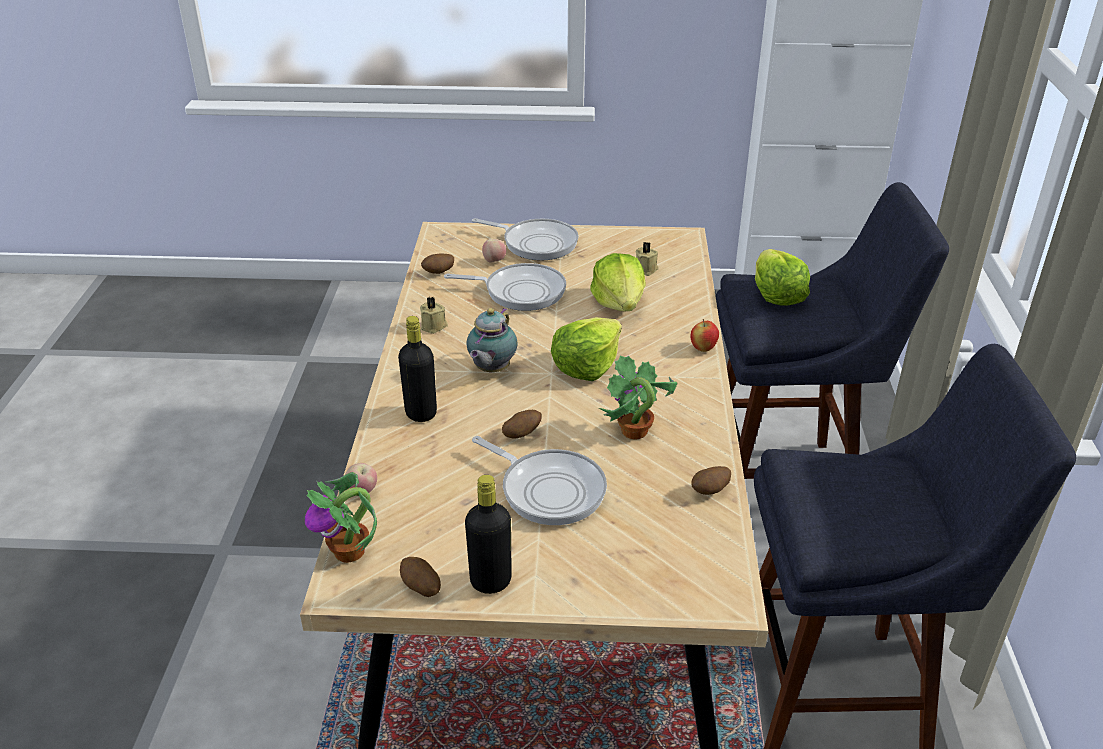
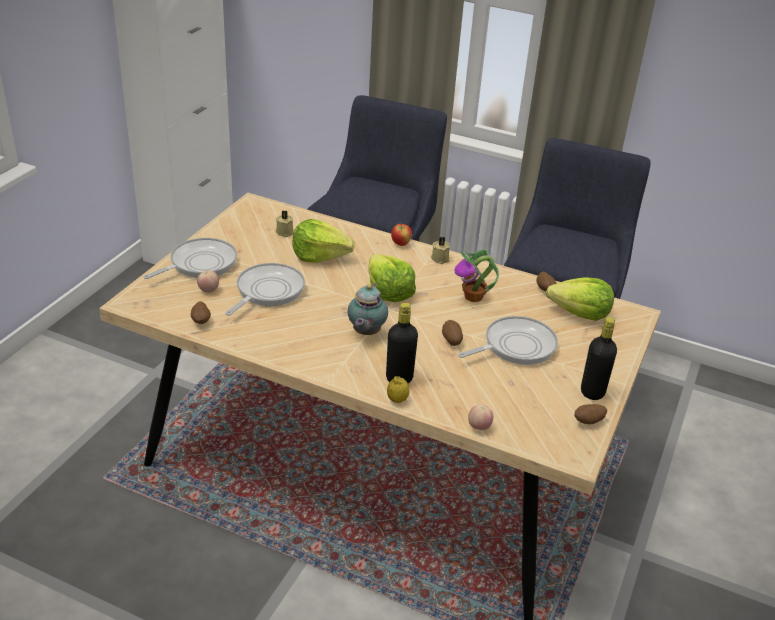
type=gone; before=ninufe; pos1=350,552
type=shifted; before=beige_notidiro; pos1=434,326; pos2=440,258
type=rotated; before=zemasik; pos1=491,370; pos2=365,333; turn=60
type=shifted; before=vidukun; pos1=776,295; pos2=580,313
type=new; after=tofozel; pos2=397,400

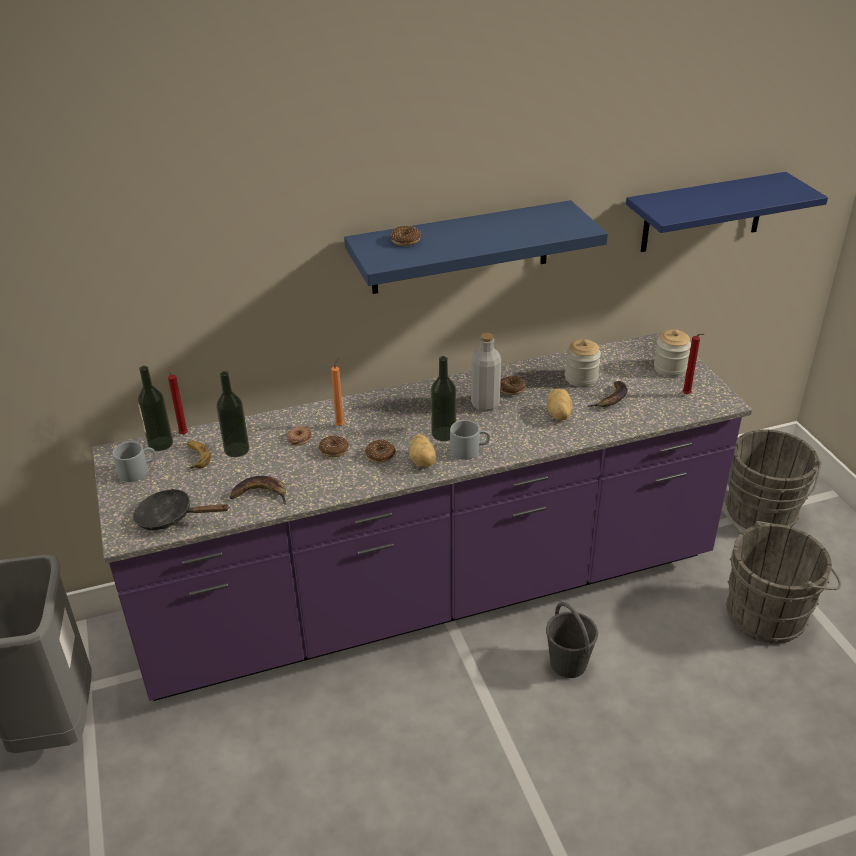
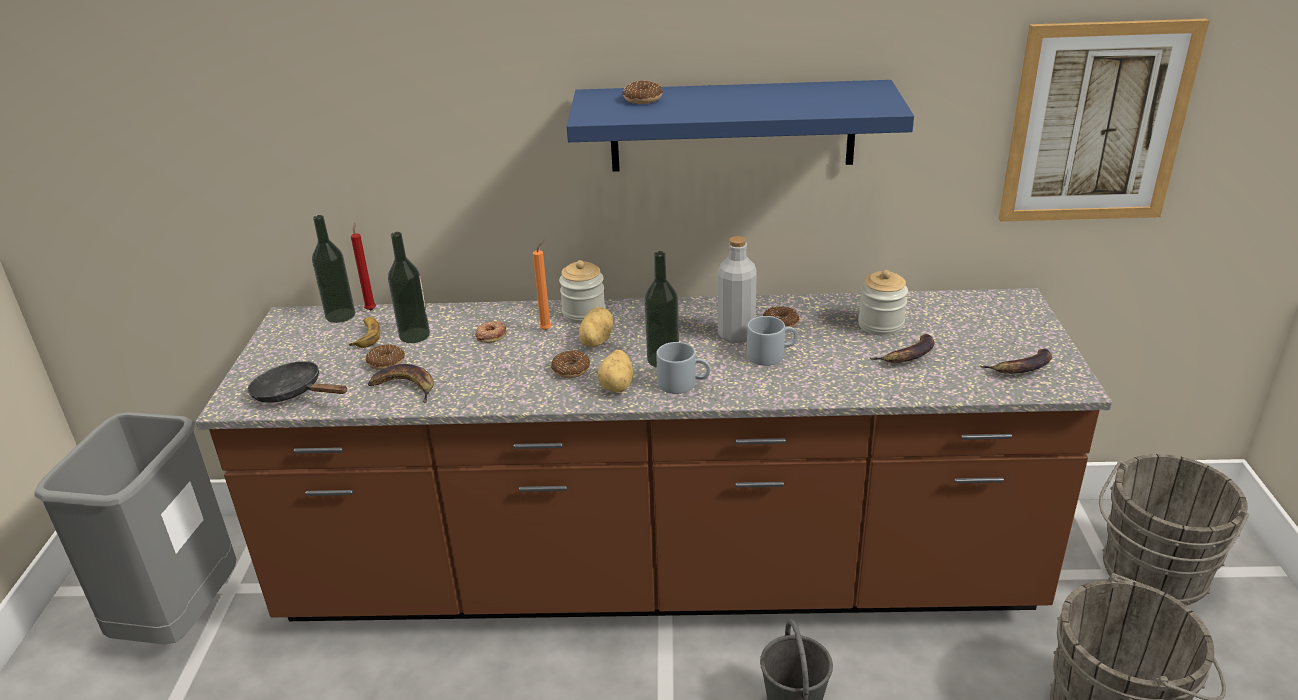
type=repainted; before=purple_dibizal; after=brown_dibizal; pos1=431,593; pos2=658,576
type=shifted; before=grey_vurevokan; pos1=138,470; pos2=771,354
type=shifted; before=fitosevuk; pos1=334,450; pos2=386,363
type=shifted; before=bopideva; pos1=558,415; pos2=595,341
type=swapped; before=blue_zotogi; after=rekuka; pos1=703,213; pos2=1096,124
type=shifted; before=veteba; pos1=670,368; pos2=584,313
type=swapped; before=red_notidiro; after=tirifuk; pos1=687,395; pos2=1021,368

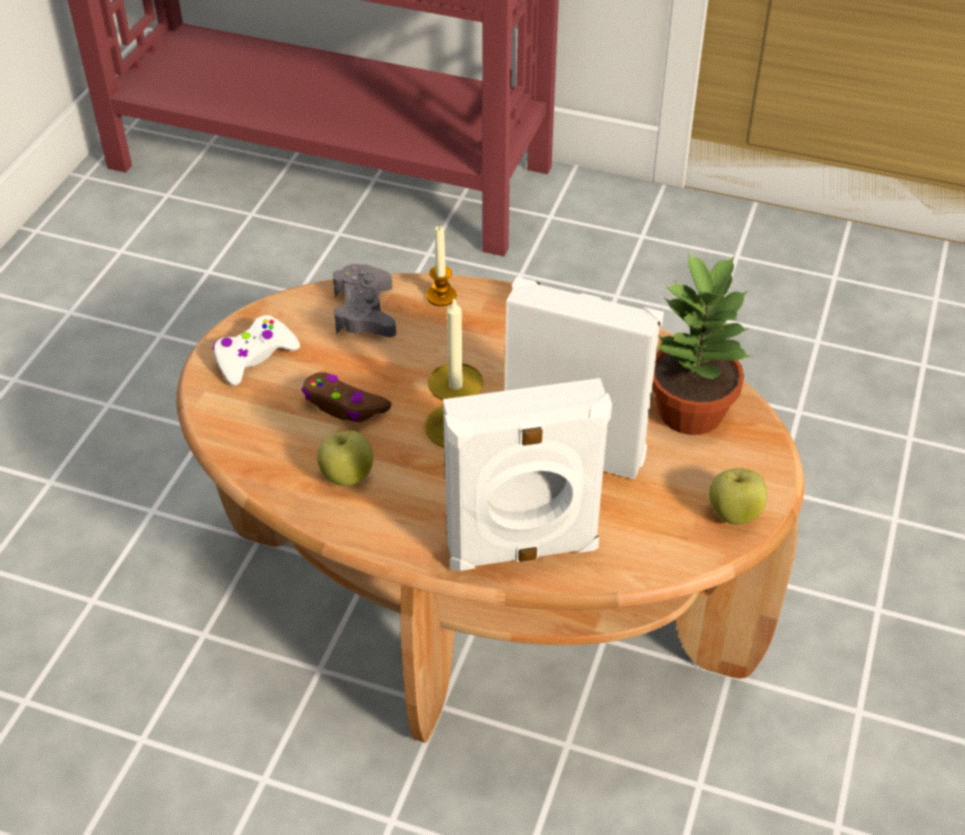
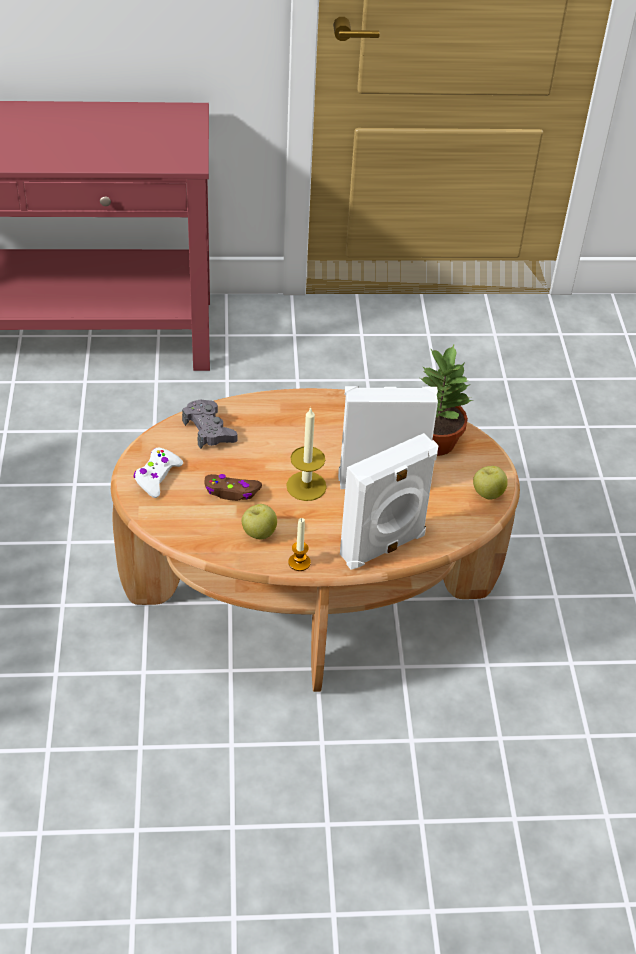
type=shifted; before=notidiro; pos1=441,296; pos2=299,562

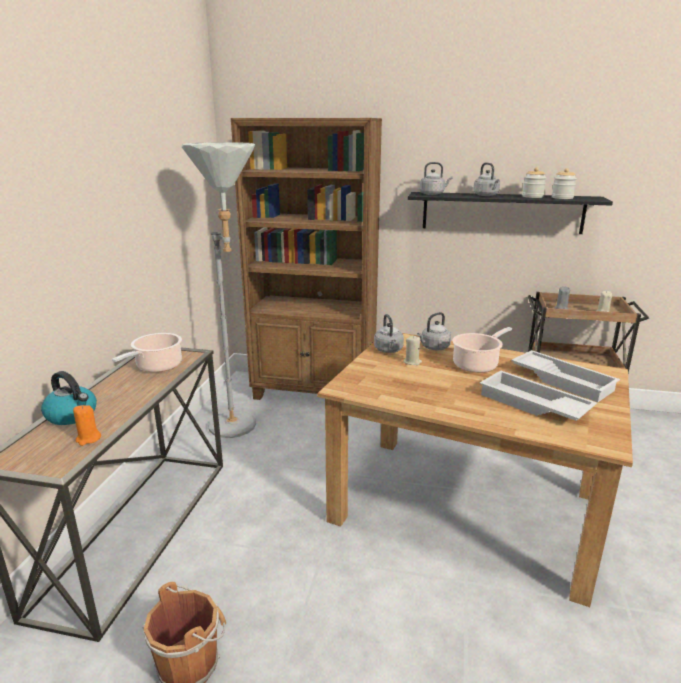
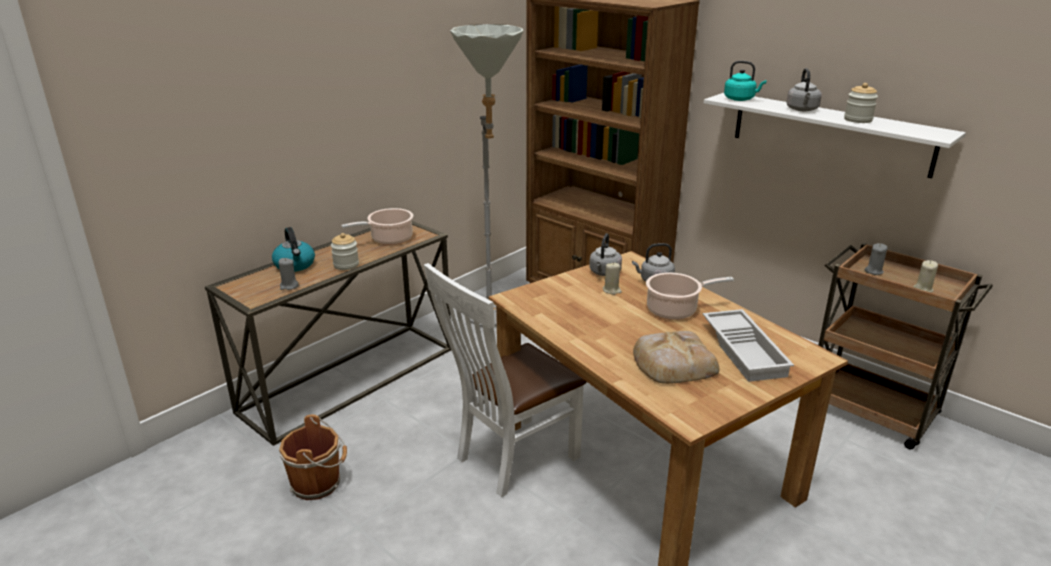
type=repainted; before=orange_notidiro; after=grey_notidiro; pos1=88,439; pos2=289,286
type=repainted; before=black_zotogi; after=white_zotogi; pos1=502,212; pos2=830,133
type=repainted; before=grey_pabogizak; after=turquoise_pabogizak; pos1=433,194; pos2=740,99
type=swapped; before=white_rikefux; after=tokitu; pos1=532,405; pos2=672,363
type=shifted; before=veteba; pos1=562,198; pos2=346,265
type=new; after=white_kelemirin; pos2=510,459

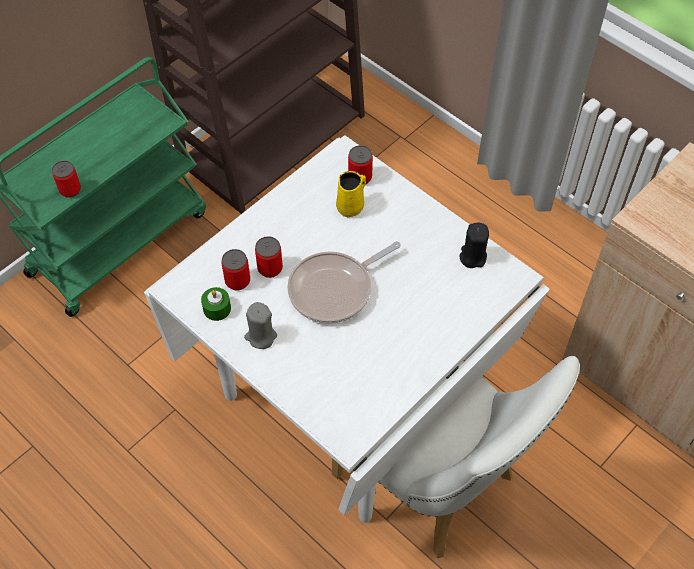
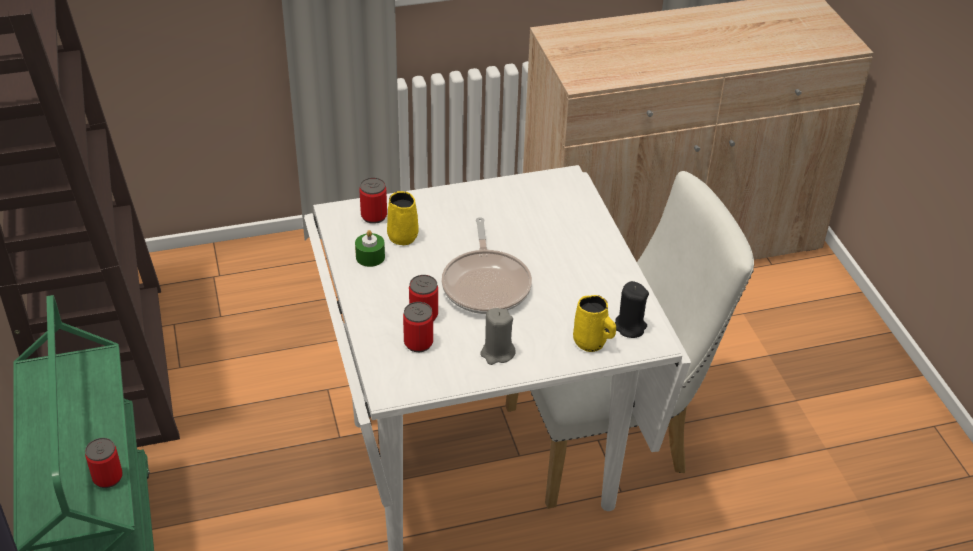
type=shifted; before=green_notidiro; pos1=217,308; pos2=370,257
type=shifted; before=black_notidiro; pos1=472,257; pos2=629,327
type=new; after=yellow_vurevokan; pos2=591,343

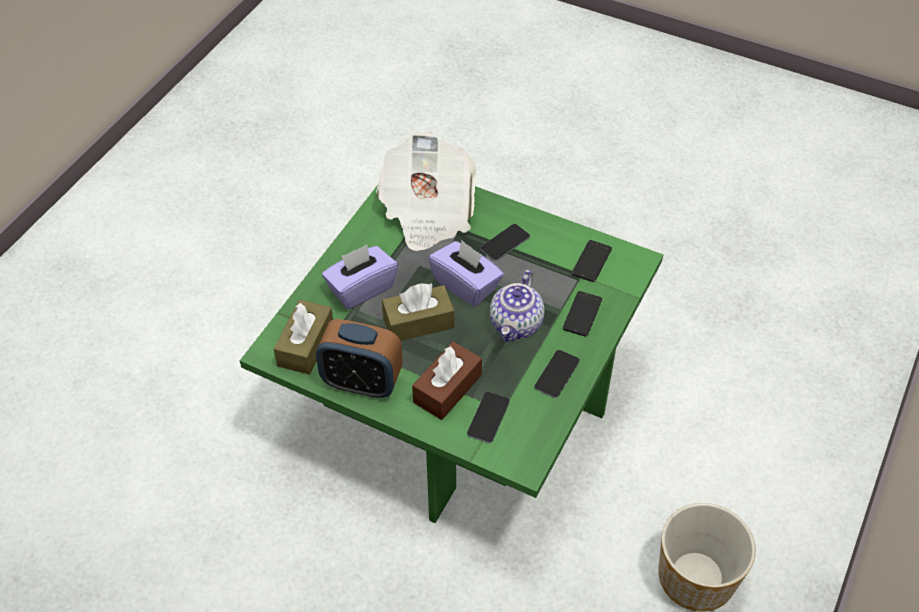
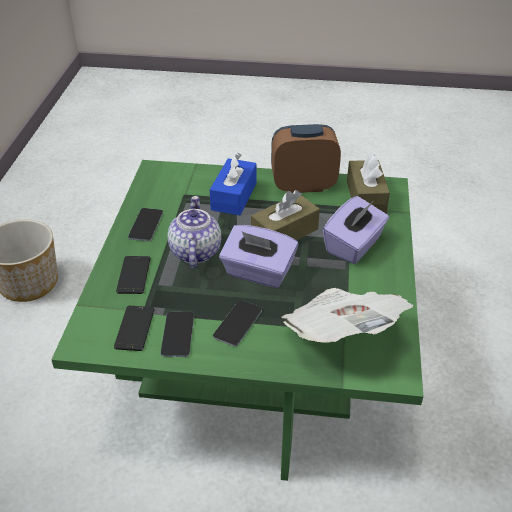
type=repainted; before=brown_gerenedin; after=blue_gerenedin; pos1=447,388; pos2=234,196
type=shifted; before=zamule; pos1=488,417; pos2=177,334

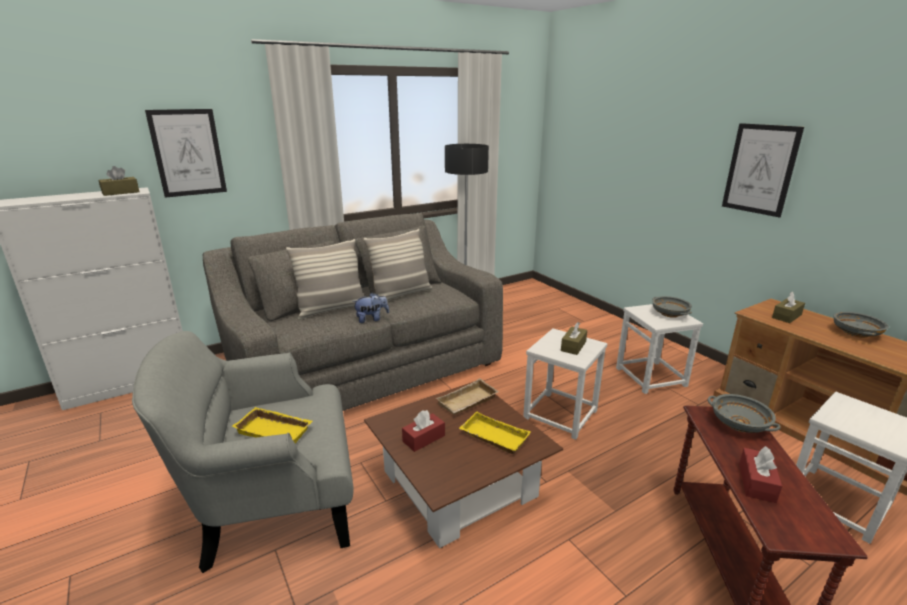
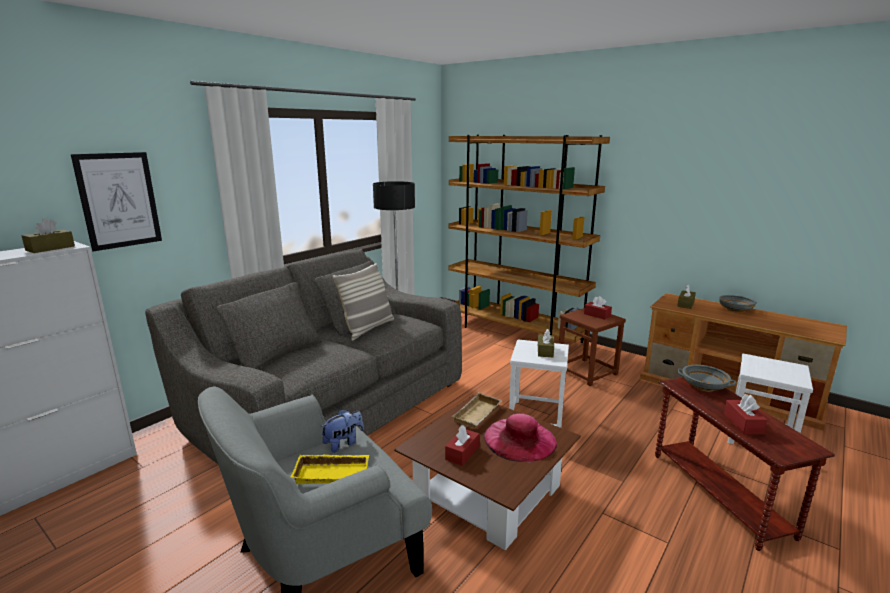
type=gone; before=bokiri; pos1=331,309
type=shifted; before=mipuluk; pos1=371,319; pos2=343,443
type=swapped; before=yellow_rikefux; after=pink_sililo; pos1=492,437; pos2=519,439
type=repainted; before=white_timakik; after=brown_timakik; pos1=651,377; pos2=587,372
type=swapped; before=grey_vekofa; after=red_gerenedin; pos1=669,314; pos2=597,315
type=gone; before=rekuka; pos1=760,169
type=new; after=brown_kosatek; pos2=515,333

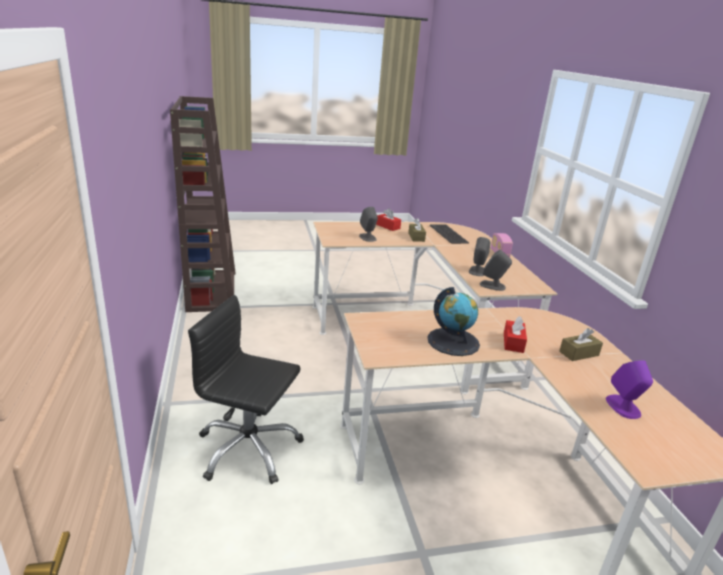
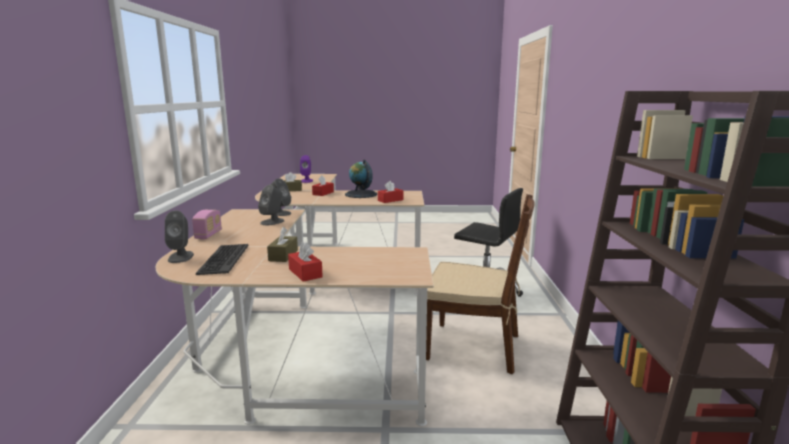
type=shifted; before=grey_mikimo; pos1=367,237; pos2=181,257
type=new; after=red_gerenedin; pos2=390,200
type=new; after=brown_kelemirin; pos2=474,347

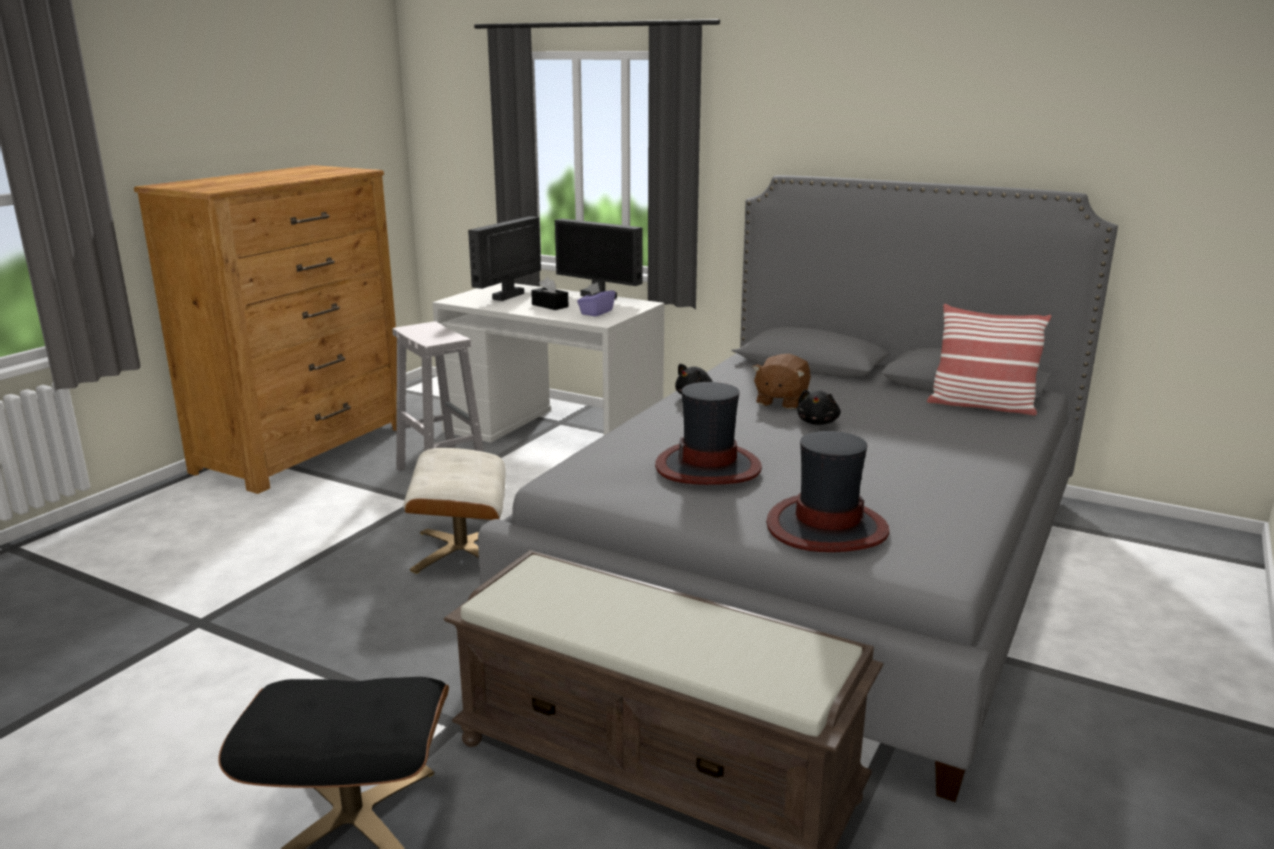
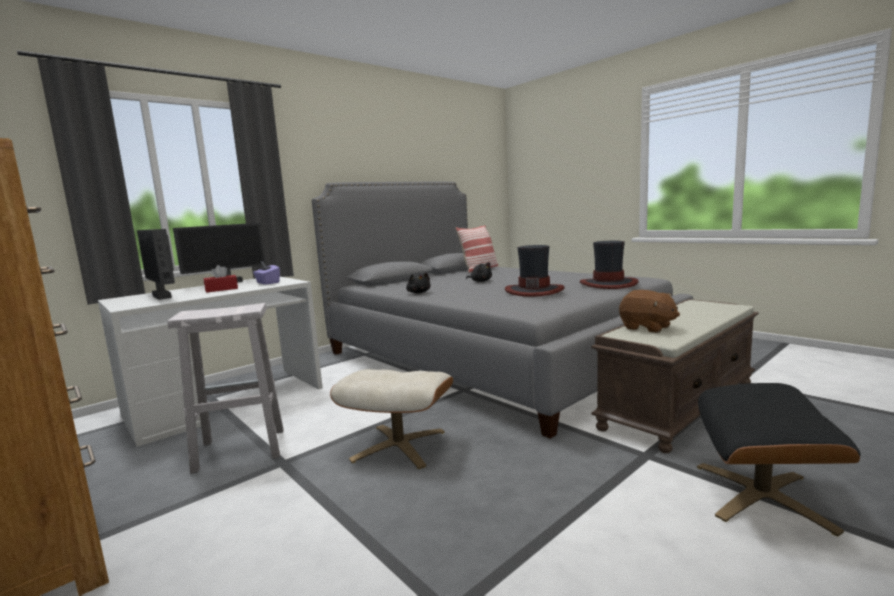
type=repainted; before=black_gerenedin; after=red_gerenedin; pos1=550,305; pos2=221,289
type=shifted; before=brown_mipuluk; pos1=780,401; pos2=647,328

